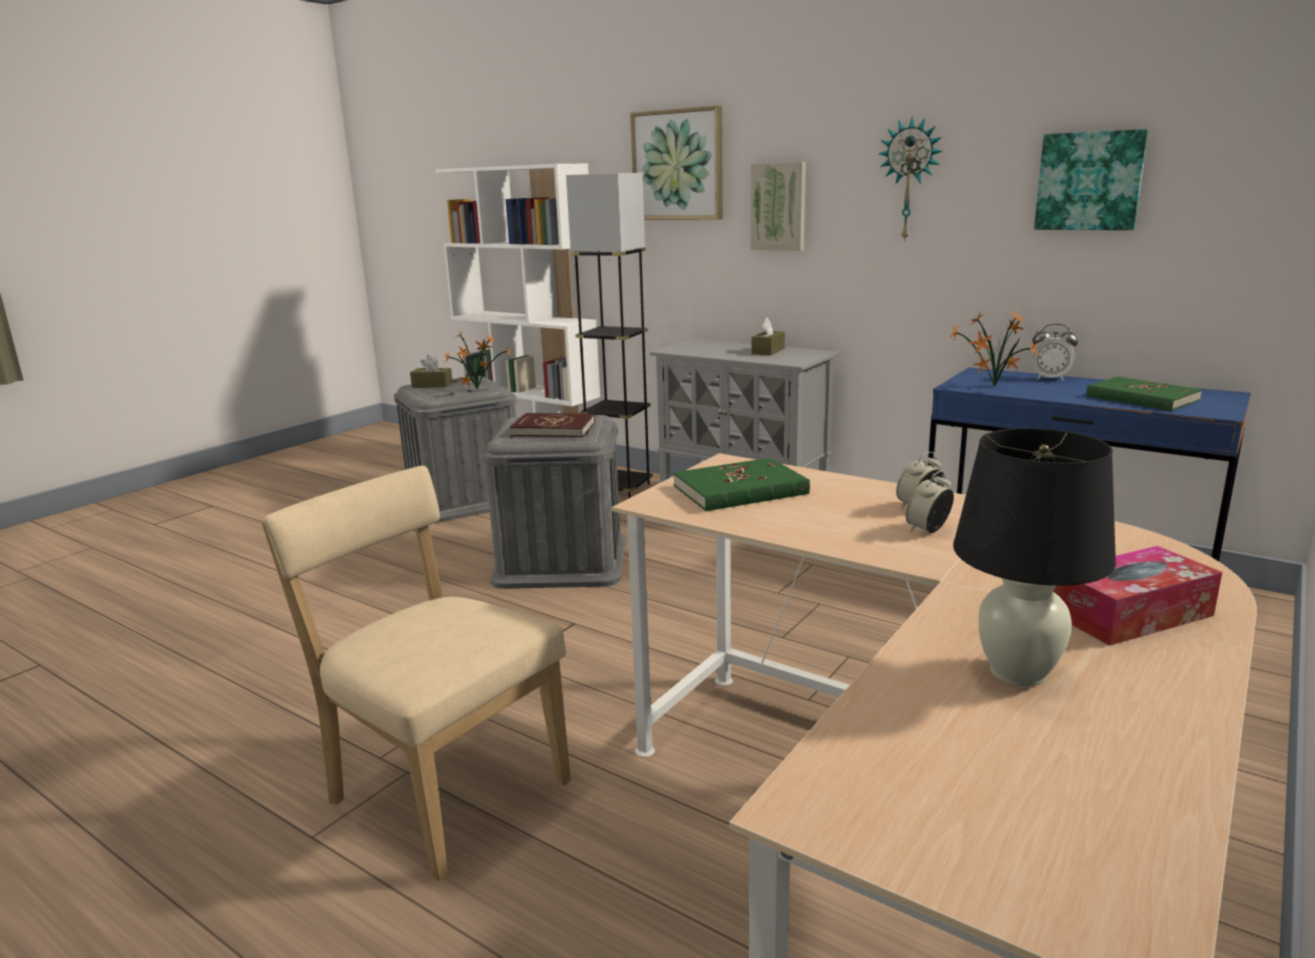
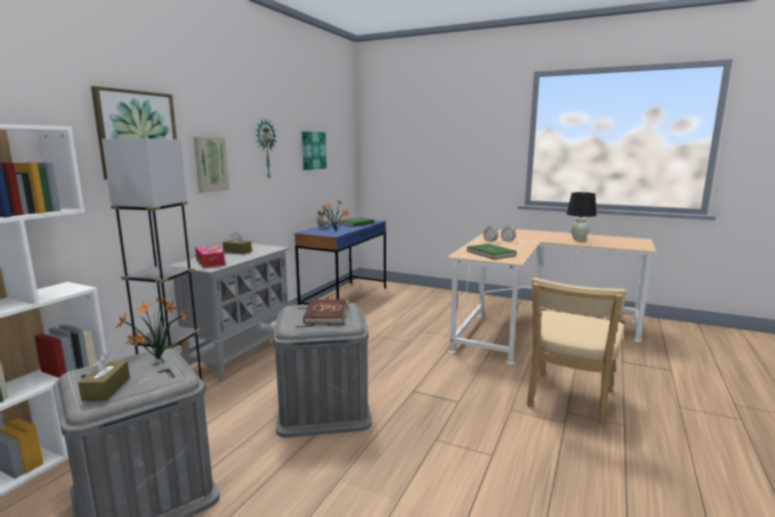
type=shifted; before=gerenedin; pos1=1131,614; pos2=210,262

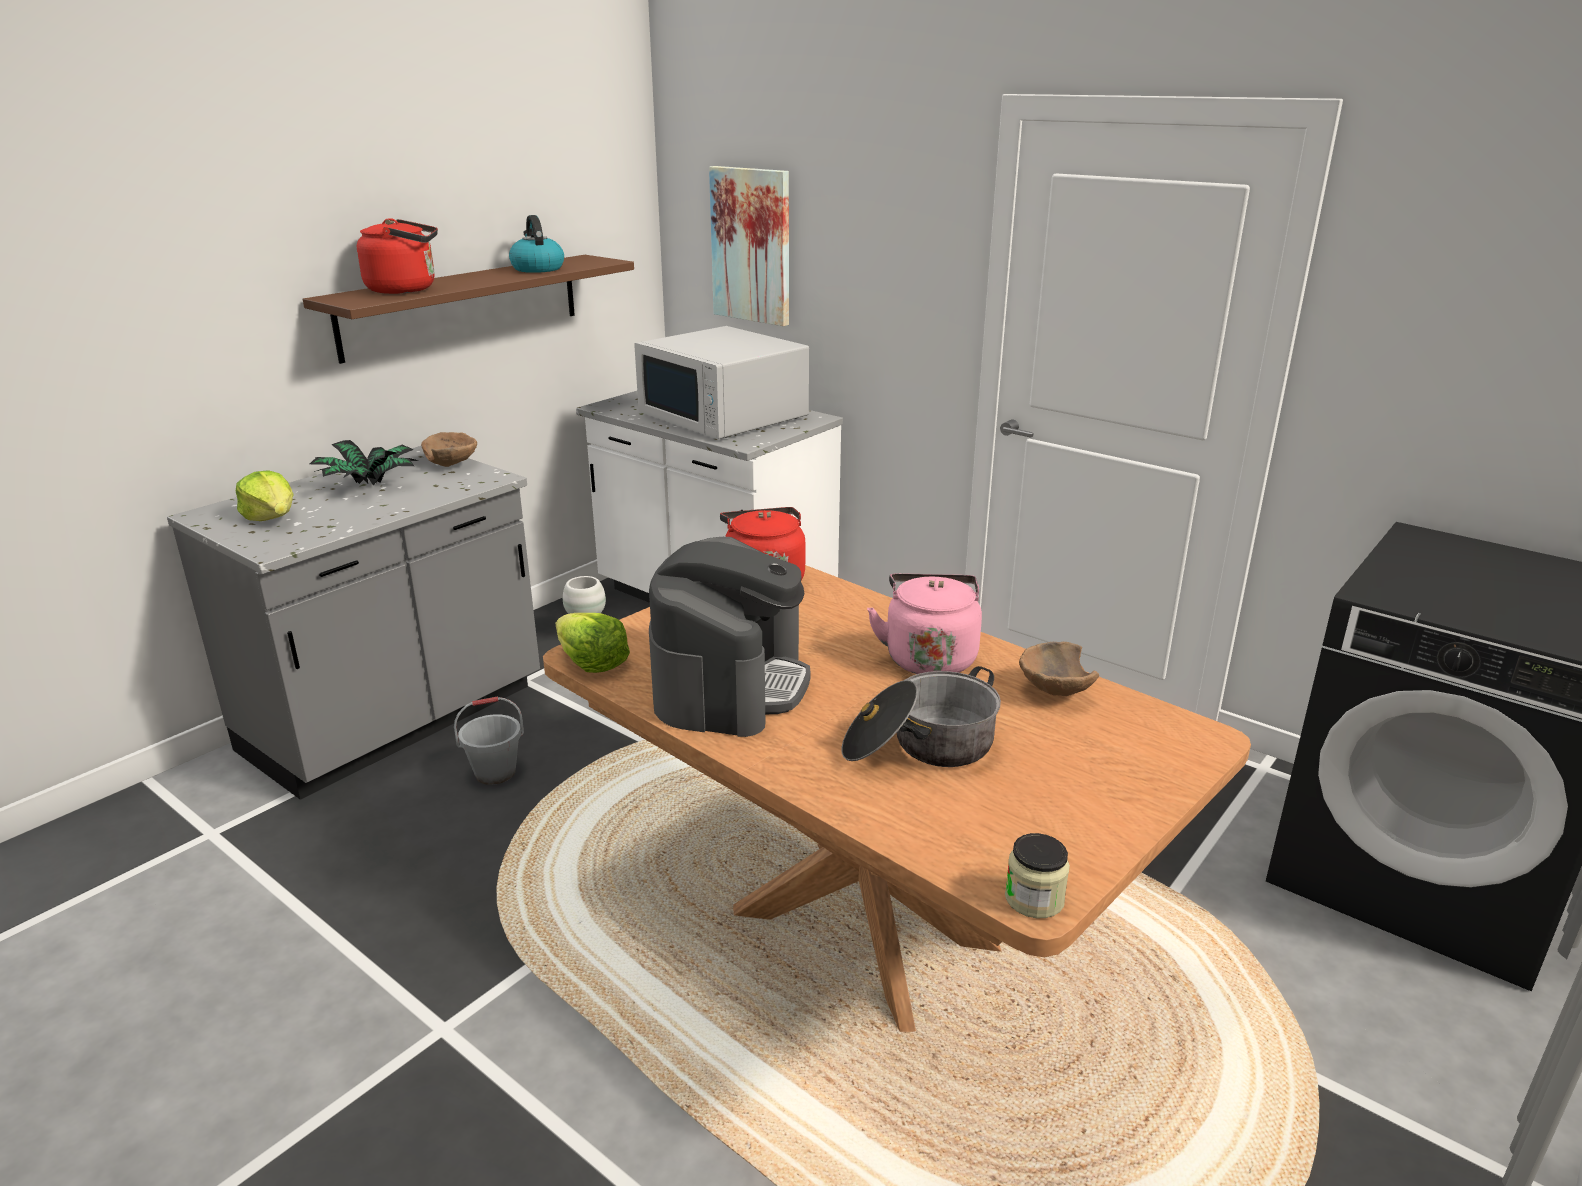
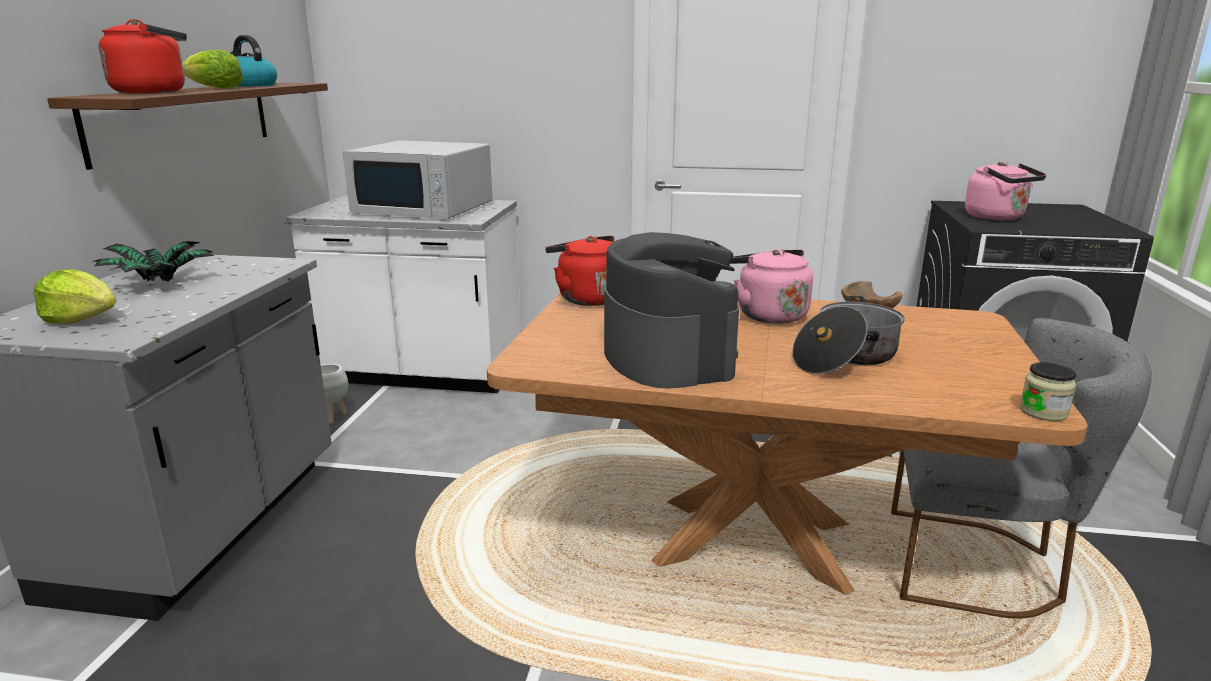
type=gone; before=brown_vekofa; pos1=453,465
type=gone; before=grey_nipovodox; pos1=495,772
type=shifted; before=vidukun; pos1=592,663; pos2=214,88
type=gone; before=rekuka; pos1=752,245
type=new; after=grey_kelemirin; pos2=982,567
type=new; after=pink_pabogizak; pos2=997,217

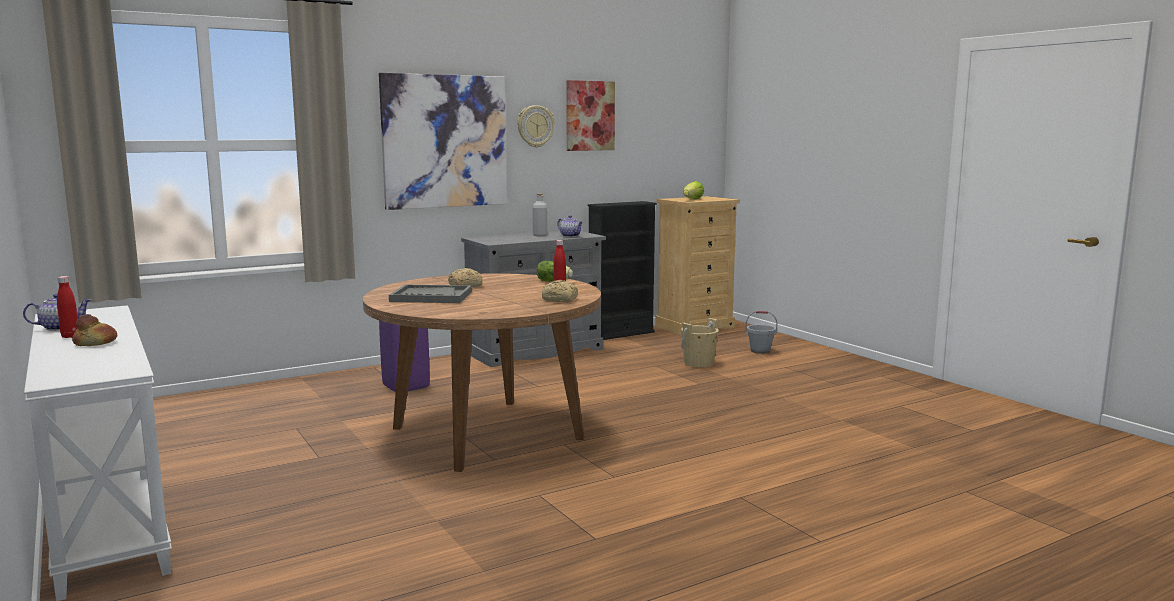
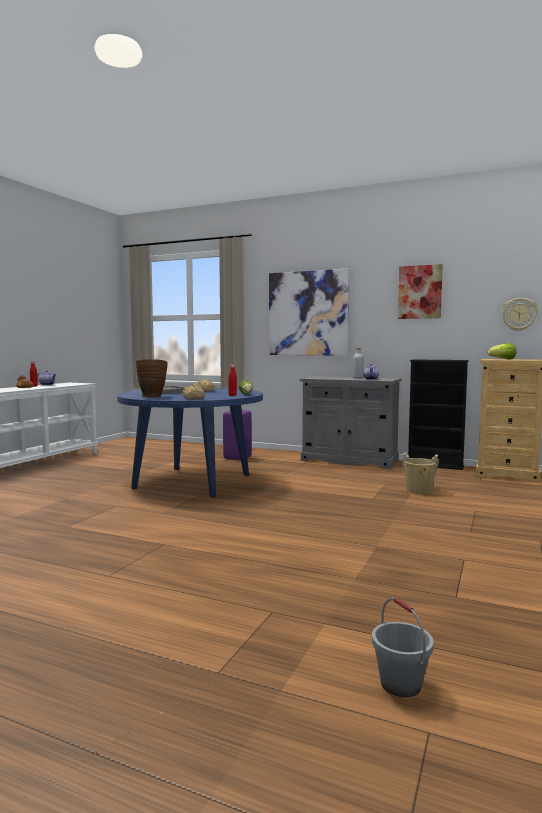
type=repainted; before=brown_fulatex; after=blue_fulatex; pos1=487,433; pos2=193,481
type=shifted; before=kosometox; pos1=535,126; pos2=519,314
type=shifted; before=grey_nipovodox; pos1=760,351; pos2=401,684
type=new; after=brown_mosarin; pos2=152,397

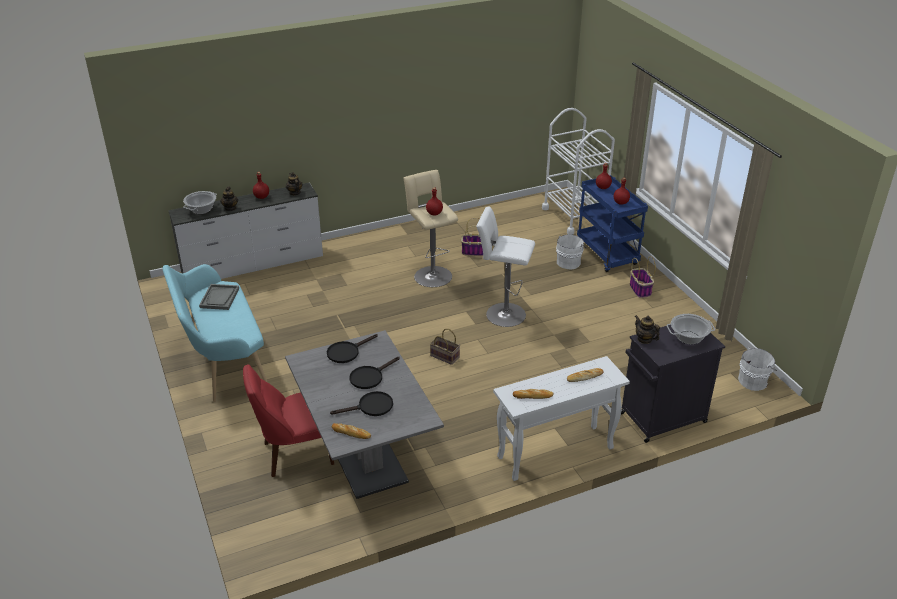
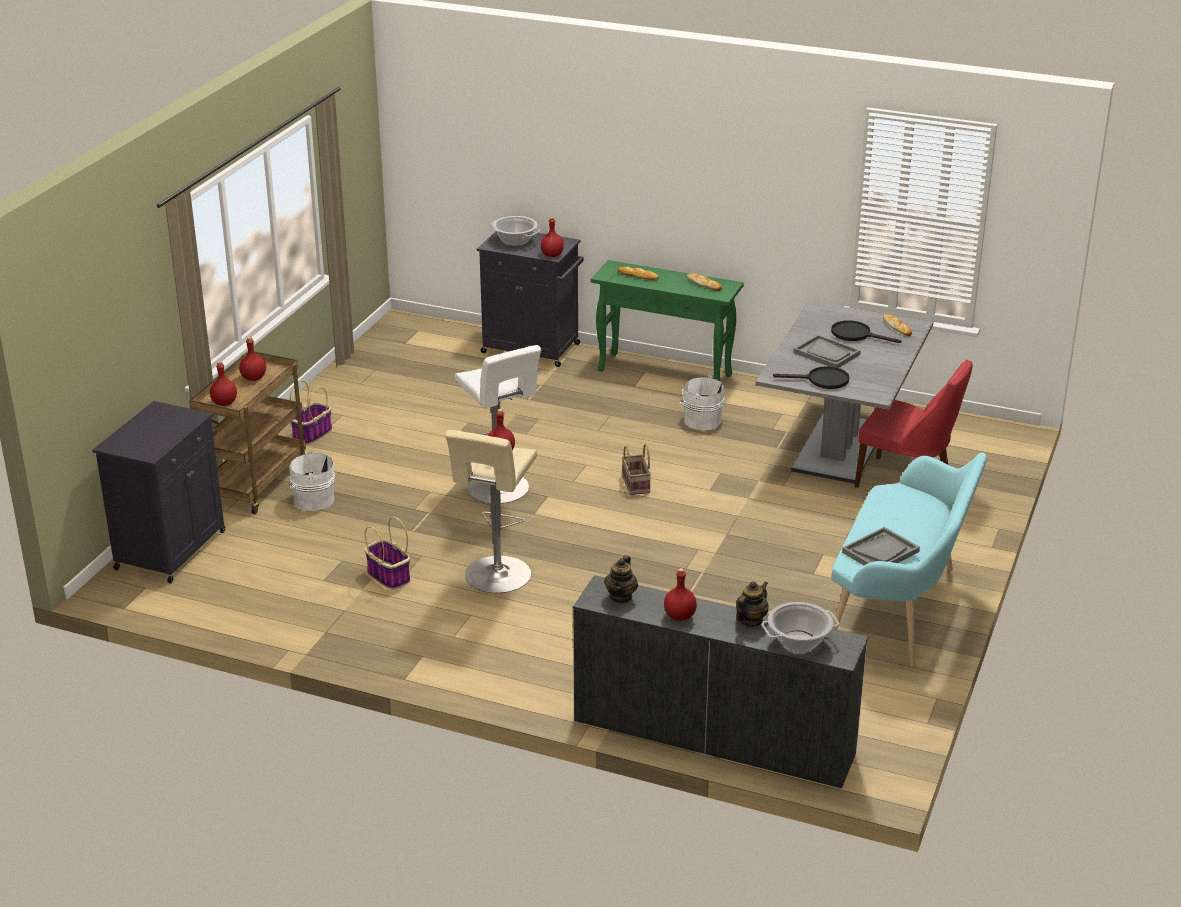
type=swapped; before=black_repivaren; after=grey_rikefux; pos1=370,377; pos2=826,353
type=repainted; before=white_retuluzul; after=green_retuluzul; pos1=554,453; pos2=666,373
type=swapped; before=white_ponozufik; after=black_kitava; pos1=574,217; pos2=172,549
type=repainted; before=blue_ponozufik; after=brown_ponozufik; pos1=607,255; pos2=255,483
type=swapped; before=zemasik; after=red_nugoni; pos1=644,339; pos2=552,255
type=shifted; before=white_nipovodox; pos1=754,381; pos2=700,420

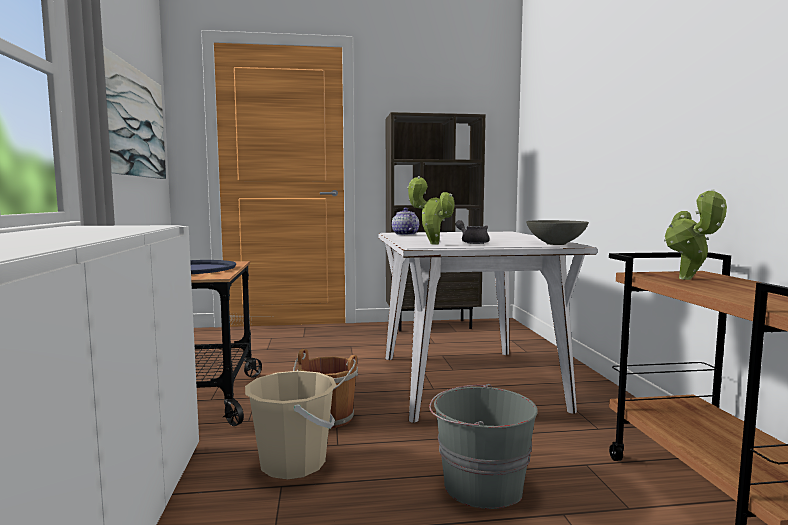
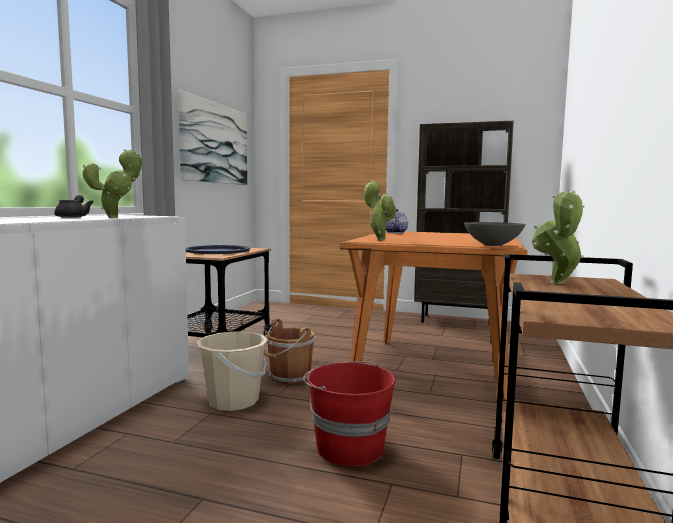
type=repainted; before=white_fulatex; after=orange_fulatex; pos1=467,381; pos2=433,370
type=repainted; before=grey_nipovodox; after=red_nipovodox; pos1=481,486; pos2=348,447
type=shifted; before=grey_zemasik; pos1=472,242; pos2=74,217
type=new; after=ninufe; pos2=116,218

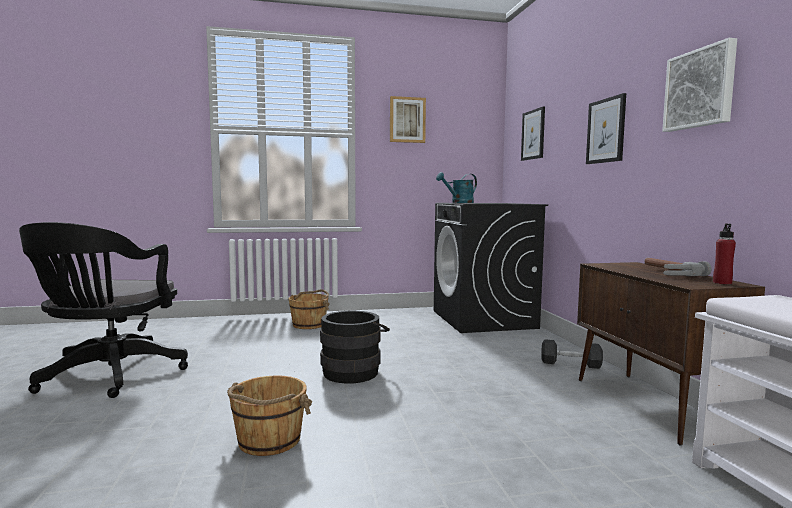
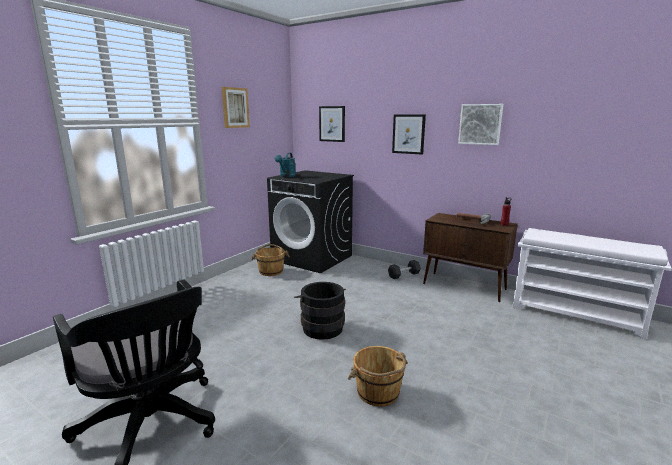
type=shifted; before=brown_nipovodox; pos1=309,324; pos2=271,271

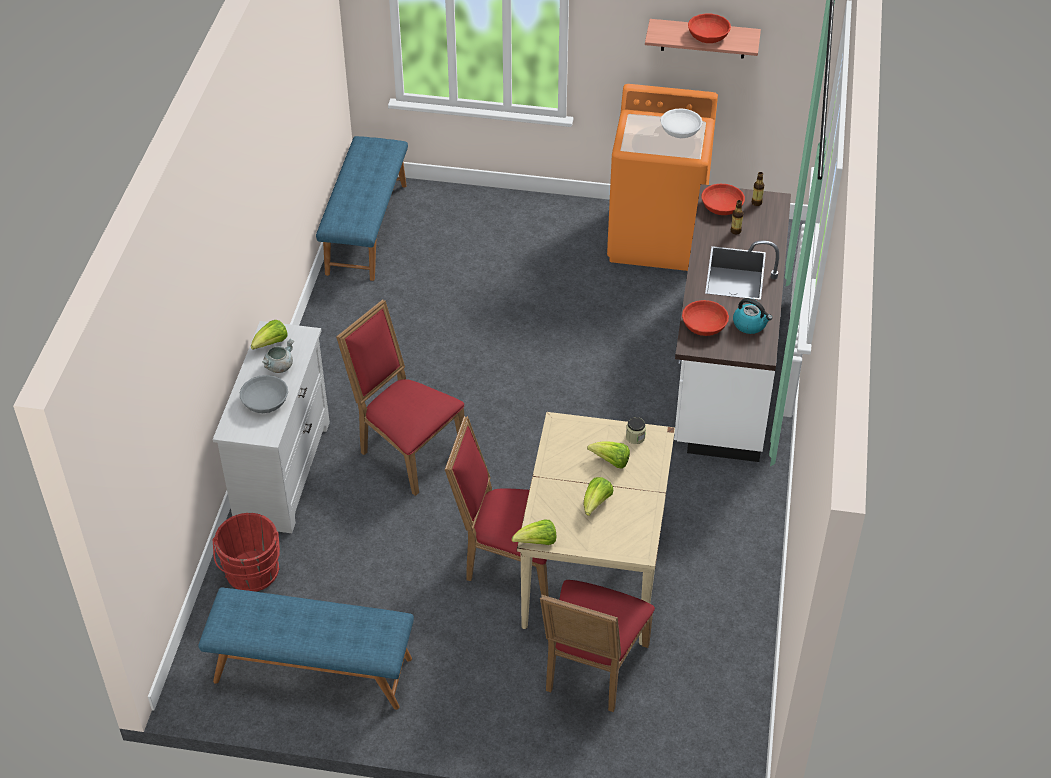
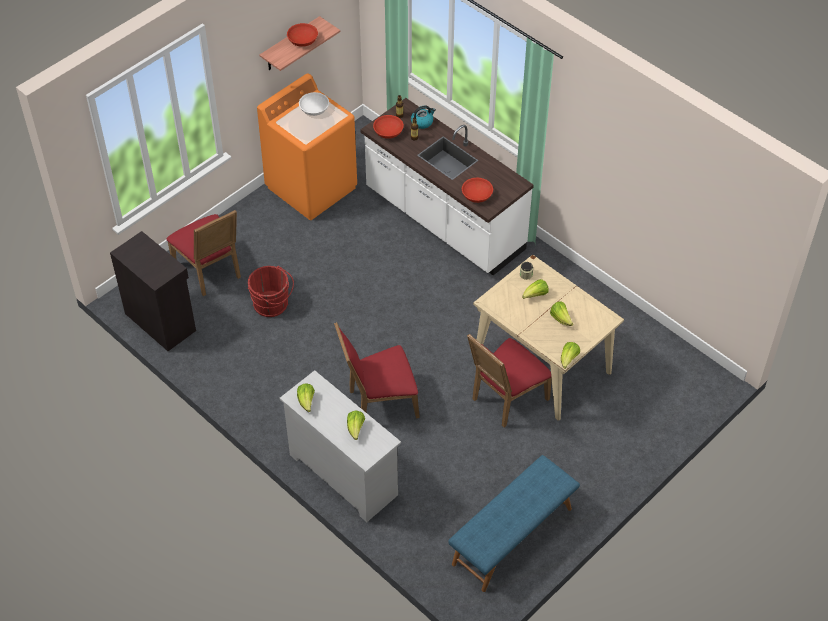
type=shifted; before=red_nipovodox; pos1=252,575; pos2=272,305
type=swapped; before=grey_vekofa; after=vidukun; pos1=265,401; pos2=355,429
type=gone; before=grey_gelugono; pos1=279,366
type=swapped; before=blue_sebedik; after=black_kitava; pos1=366,228; pos2=161,321
type=shifted; before=red_kelemirin; pos1=591,671; pos2=210,272
type=shifted; before=pabogizak; pos1=750,324; pos2=422,122

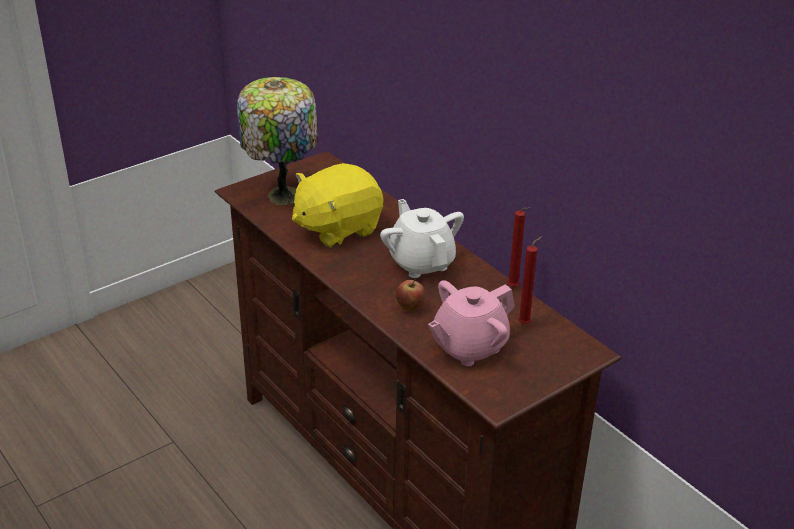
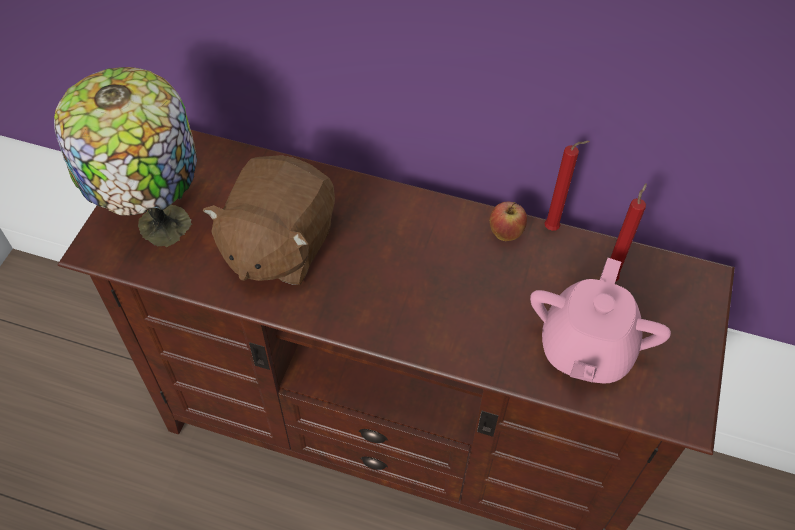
type=repainted; before=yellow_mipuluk; after=brown_mipuluk; pos1=337,228; pos2=278,245
type=gone; before=white_zemasik; pos1=421,262
type=shifted; before=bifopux; pos1=410,308; pos2=505,234

